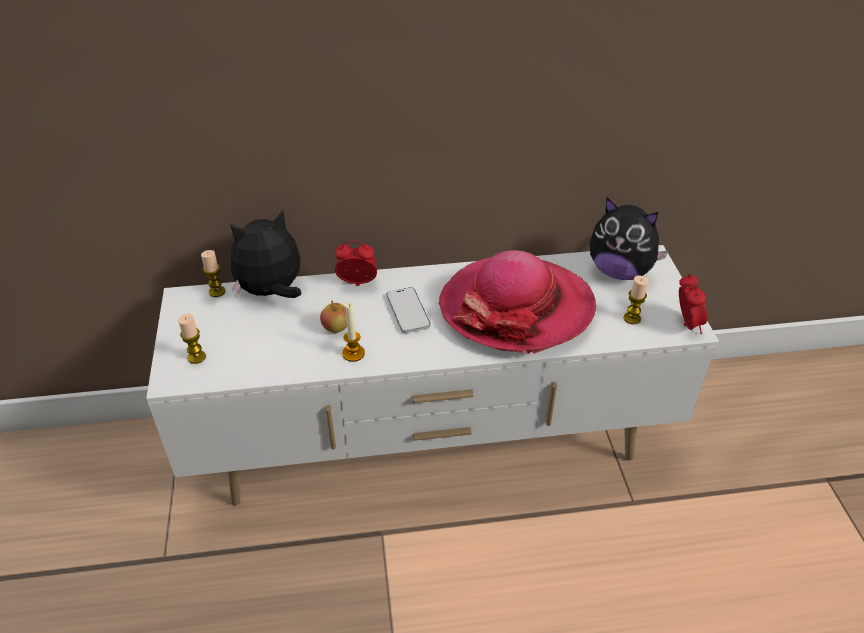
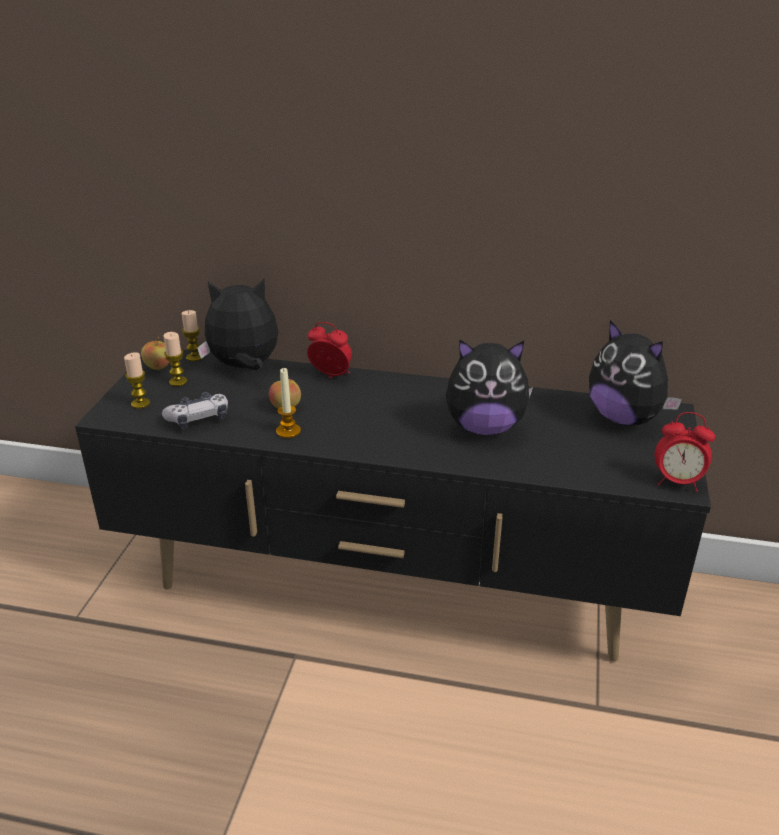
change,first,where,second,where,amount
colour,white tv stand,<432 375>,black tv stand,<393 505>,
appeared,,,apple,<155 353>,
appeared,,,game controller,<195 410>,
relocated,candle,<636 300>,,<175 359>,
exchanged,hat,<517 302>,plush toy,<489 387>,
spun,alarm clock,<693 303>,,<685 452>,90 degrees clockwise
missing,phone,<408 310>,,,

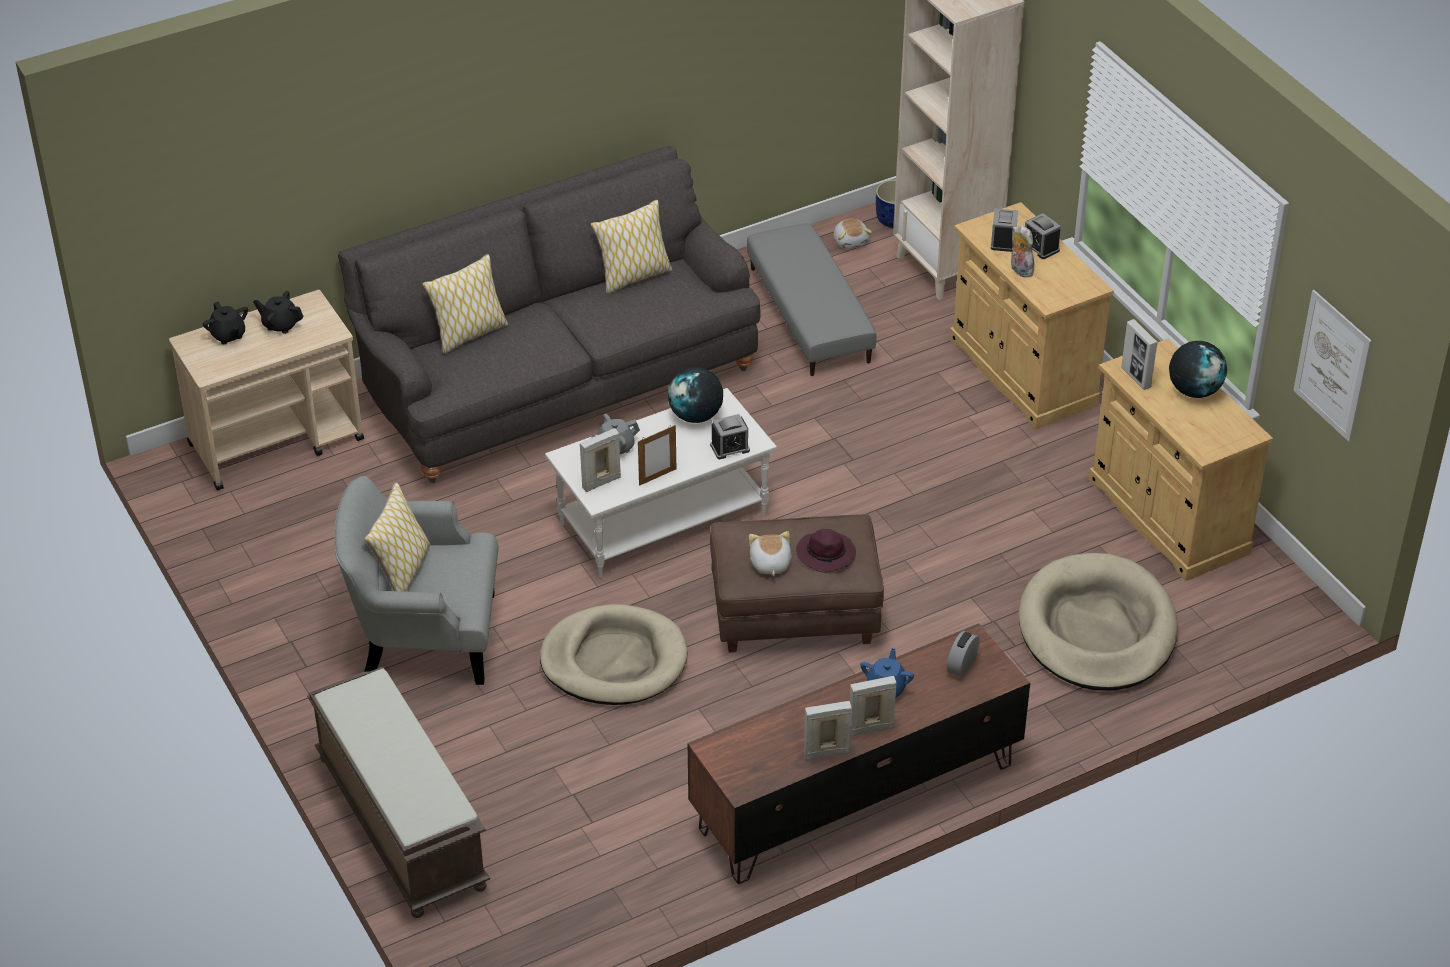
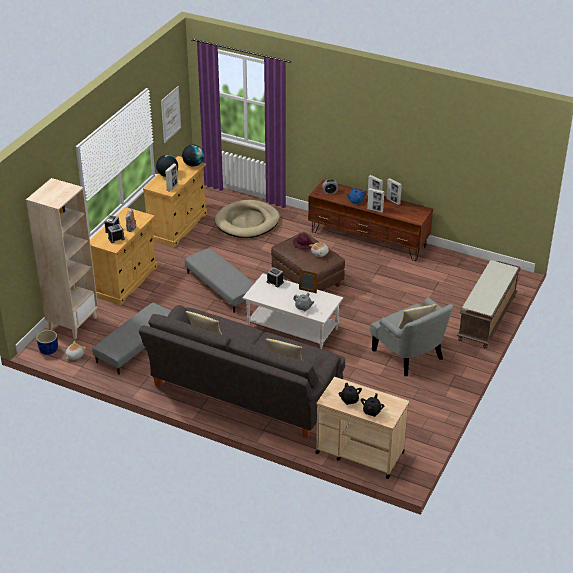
change,first,where,second,where,amount
relocated,globe,<695 395>,,<193 156>,
appeared,,,grey ottoman,<219 280>,
relocated,picture frame,<600 460>,,<376 200>,
missing,beige dog bed,<613 654>,,,

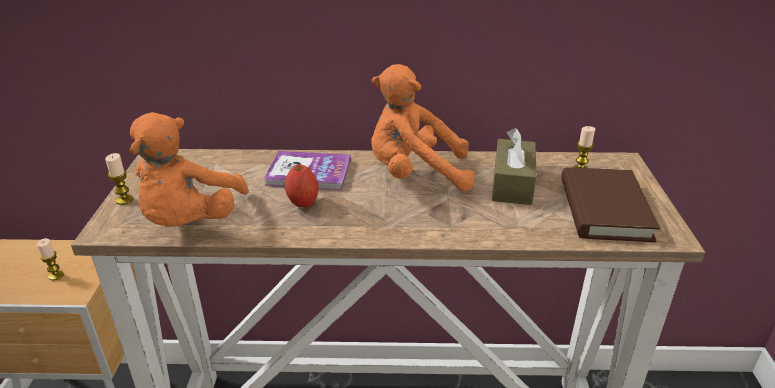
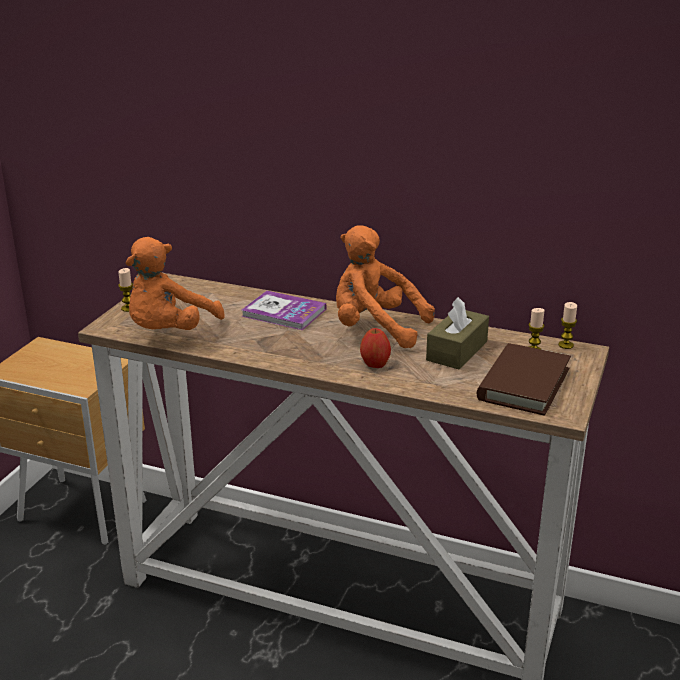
change,first,where,second,where,amount
relocated,apple,<302 186>,,<375 348>,
relocated,candle,<50 259>,,<567 325>,

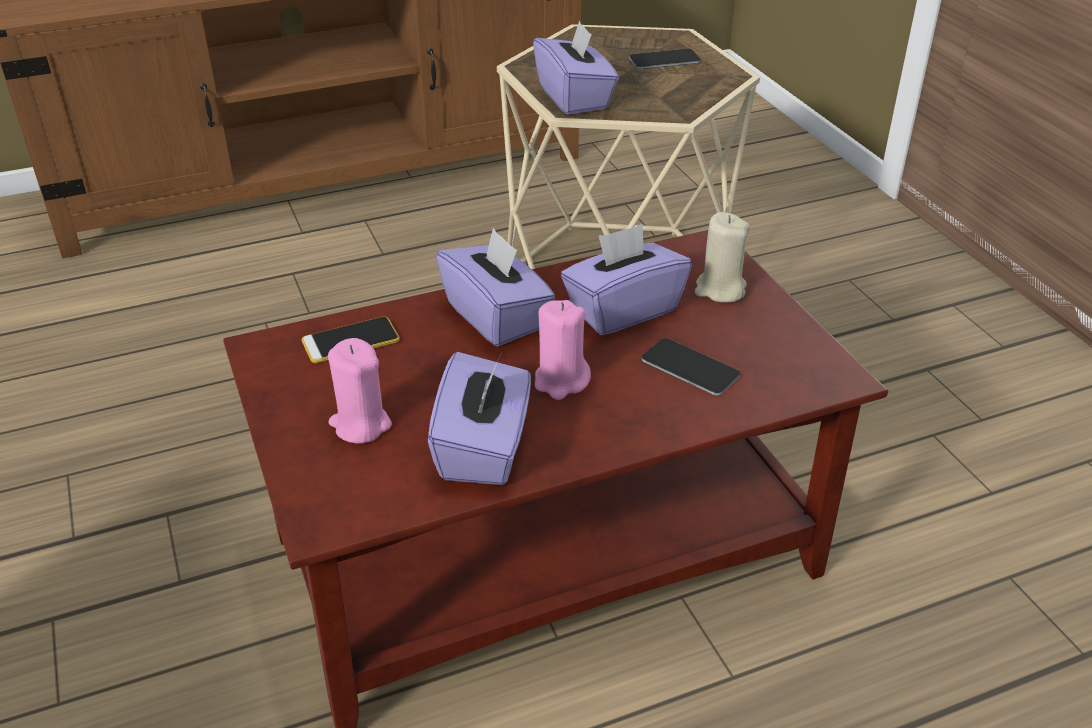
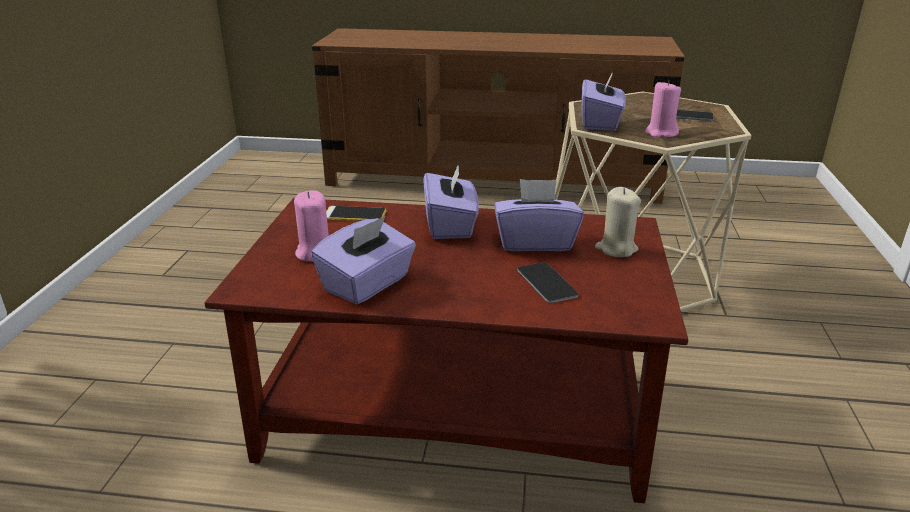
change,first,where,second,where,amount
relocated,pink candle,<562 350>,,<663 109>,

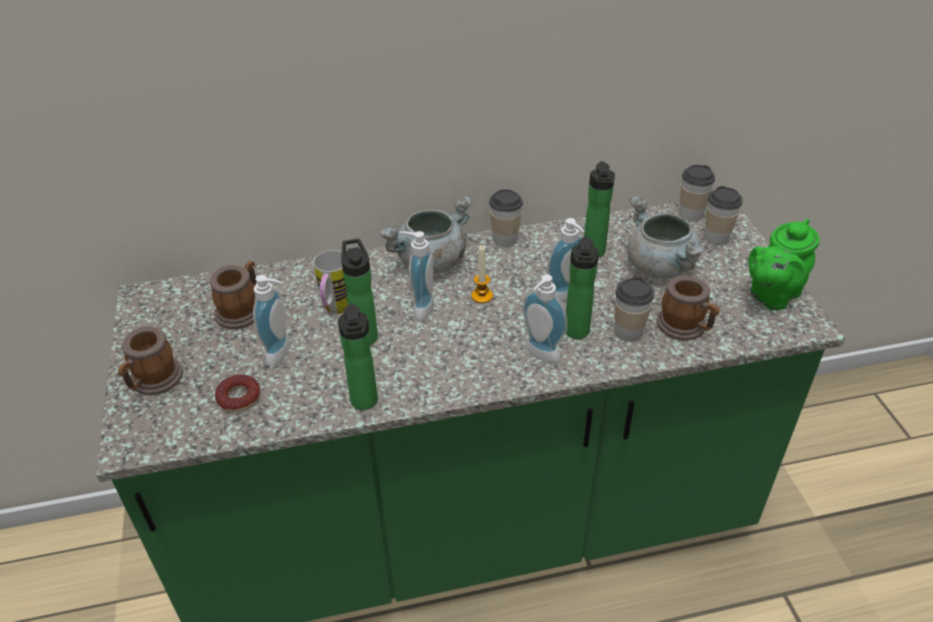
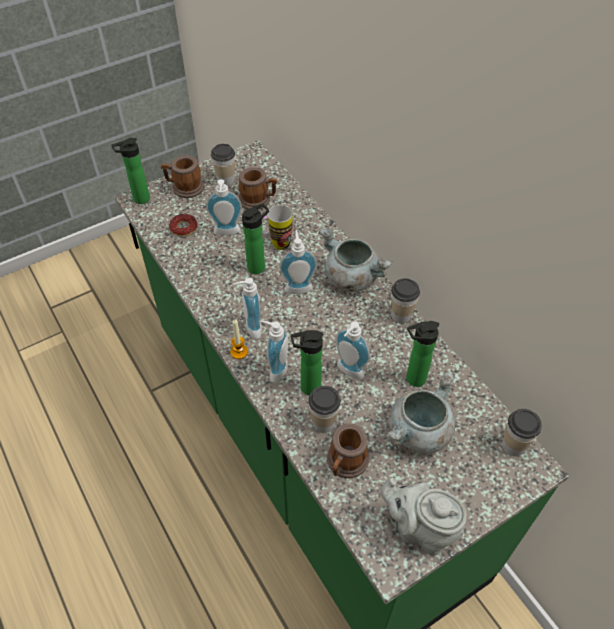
change,first,where,second,where,amount
relocated,bottle,<358 356>,,<130 171>,
relocated,cup,<723 215>,,<223 164>,
relocated,candle,<482 274>,,<239 339>,
appeared,,,soap dispenser,<247 308>,
colour,green teapot,<784 264>,grey teapot,<423 517>,

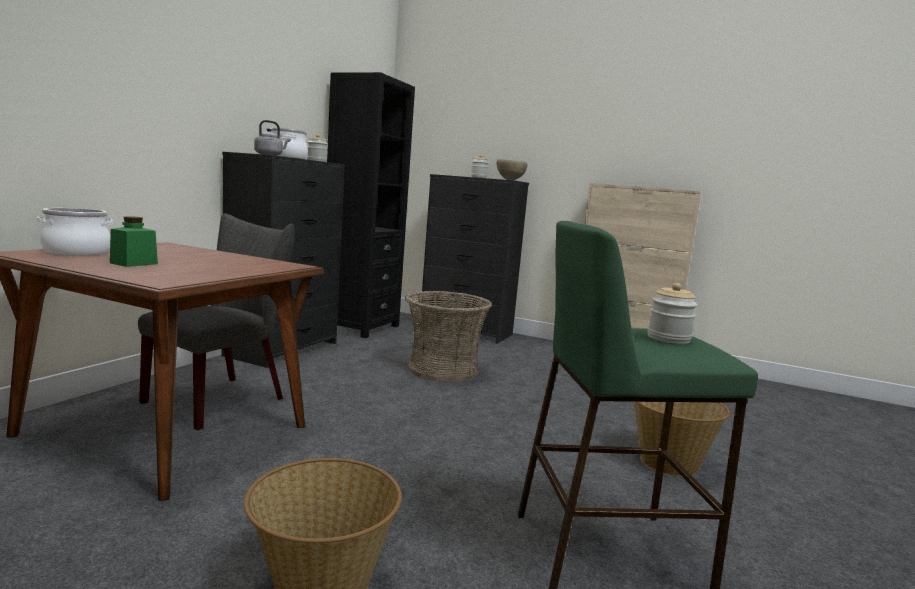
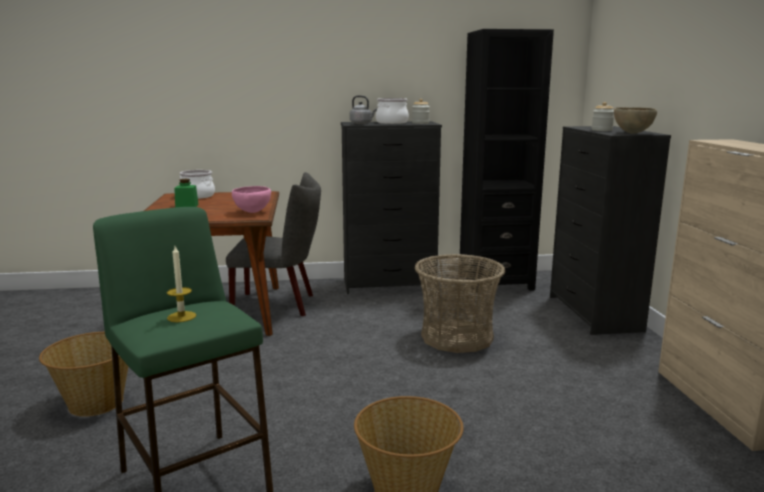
change,first,where,second,where,amount
exchanged,jar,<672 313>,candle,<181 284>,
appeared,,,pink bowl,<251 199>,

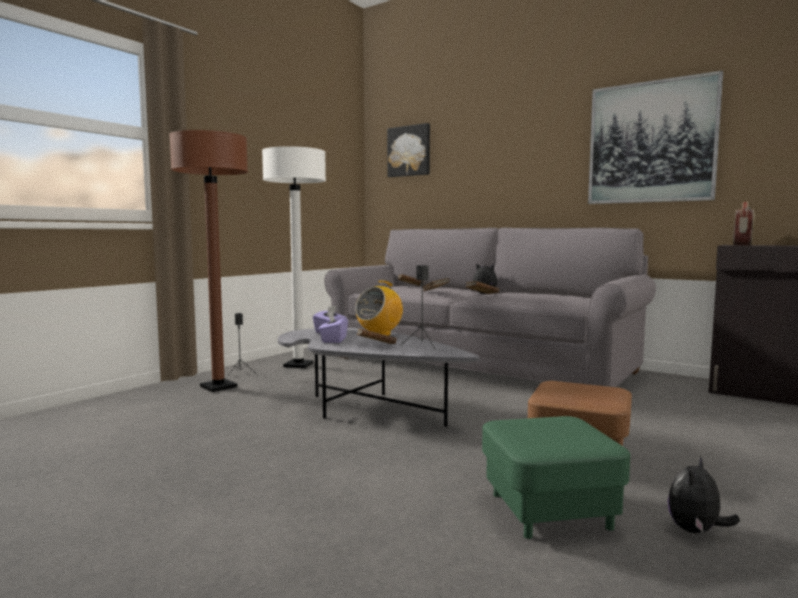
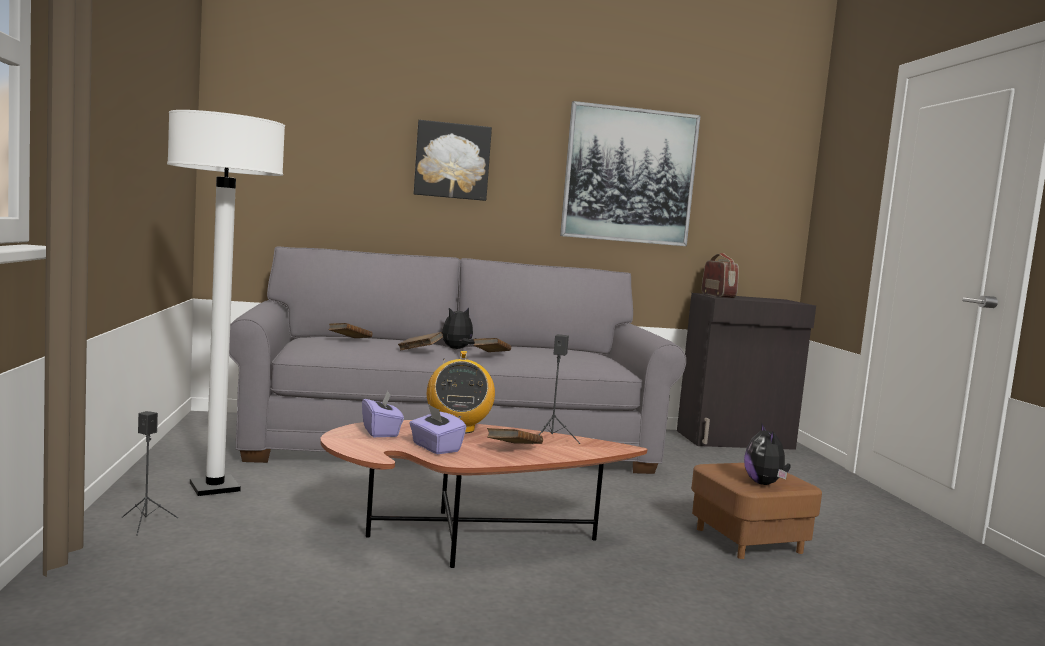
change,first,where,second,where,amount
colour,grey coffee table,<379 377>,brown coffee table,<484 494>,
relocated,picture,<408 150>,,<453 160>,
relocated,plush toy,<704 494>,,<767 454>,
missing,brown floor lamp,<208 261>,,,
missing,green ottoman,<556 477>,,,

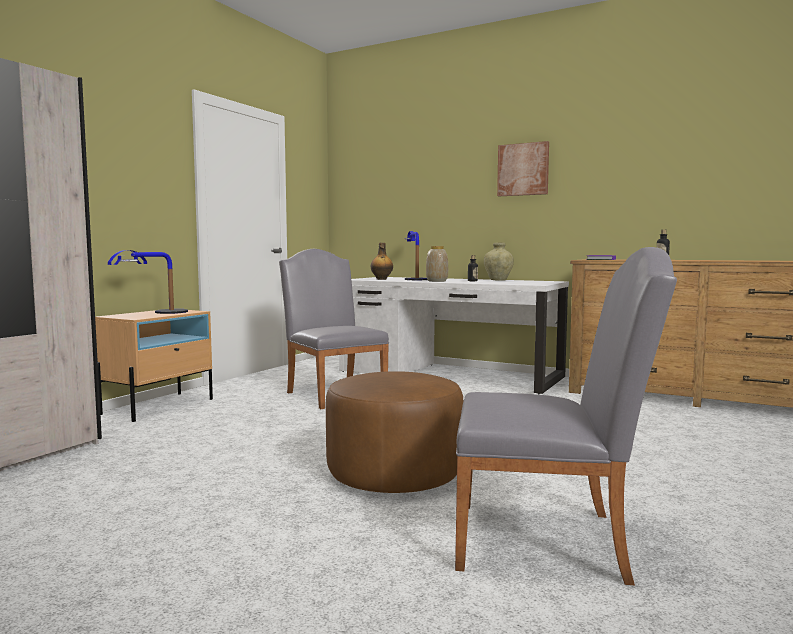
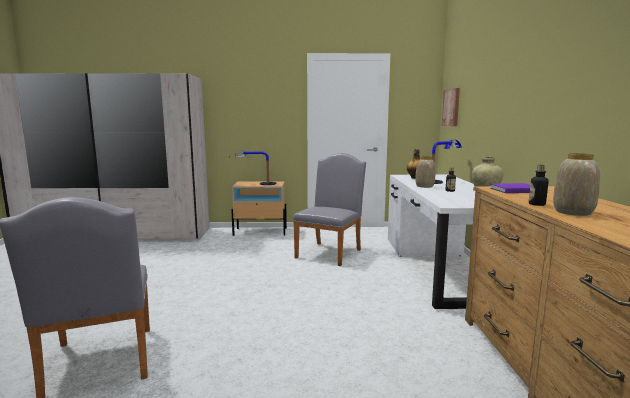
change,first,where,second,where,amount
relocated,picture,<523 168>,,<451 107>,
appeared,,,vase,<576 184>,
missing,brown ottoman,<394 432>,,,

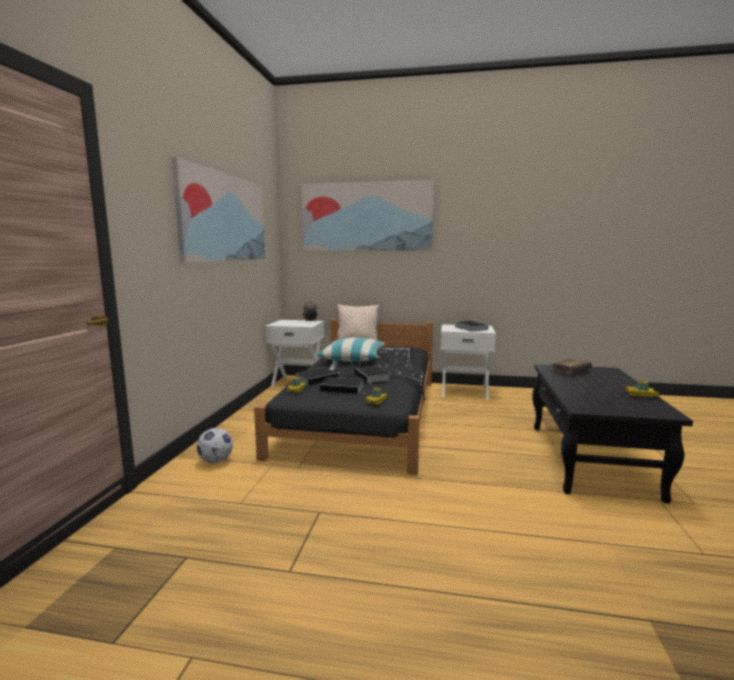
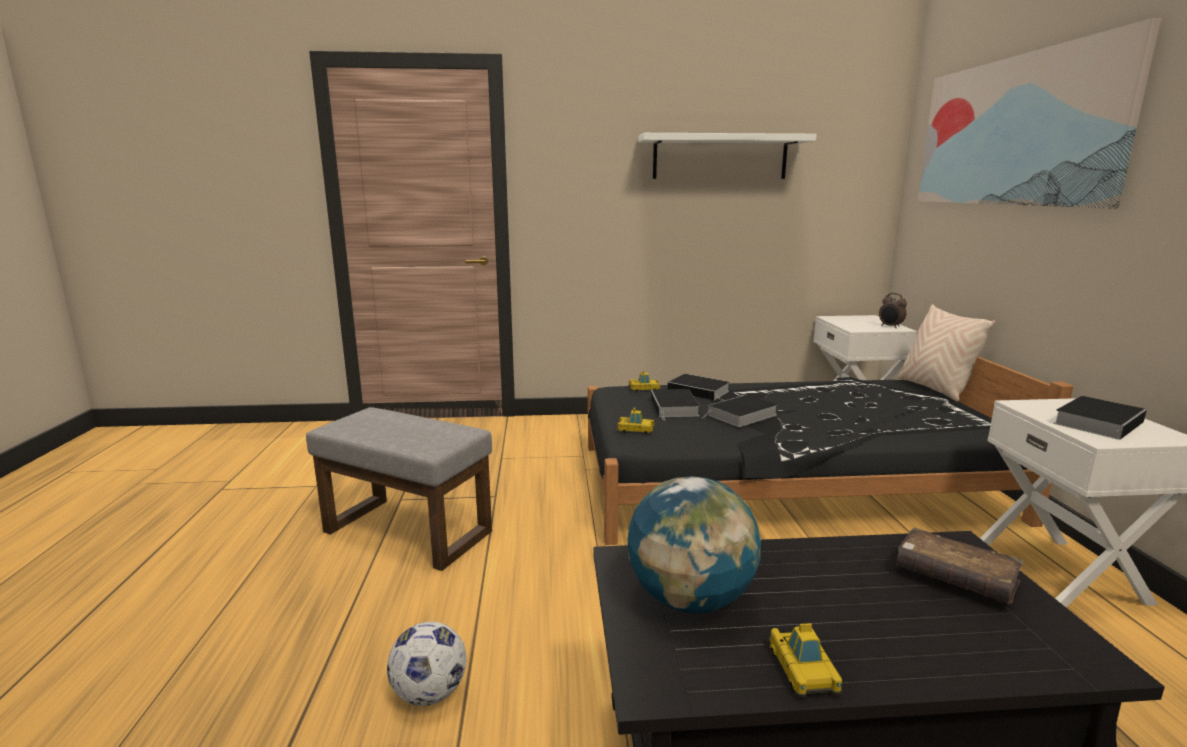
change,first,where,second,where,amount
appeared,,,grey ottoman,<399 489>,
relocated,football,<215 445>,,<426 664>,
appeared,,,globe,<694 545>,
exchanged,picture,<218 209>,white shelf,<727 156>,
missing,pillow,<351 350>,,,

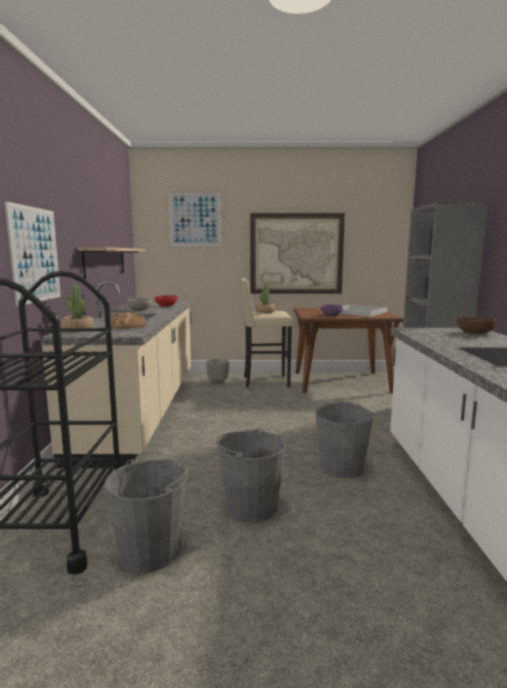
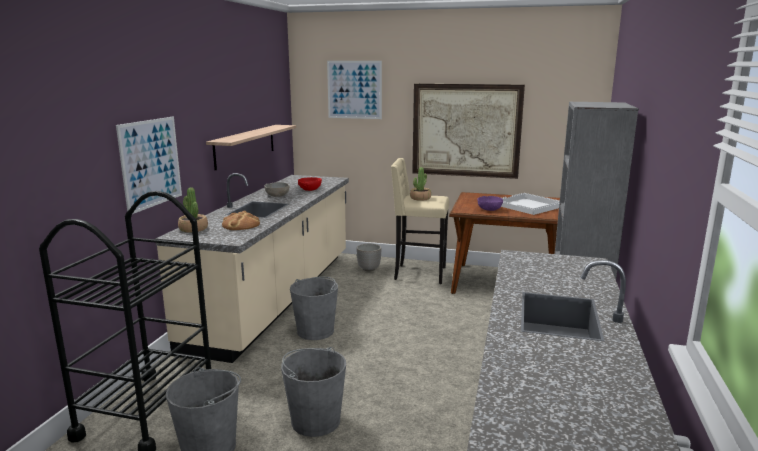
change,first,where,second,where,amount
relocated,grey bucket,<344 440>,,<314 308>,
missing,brown bowl,<476 325>,,,

